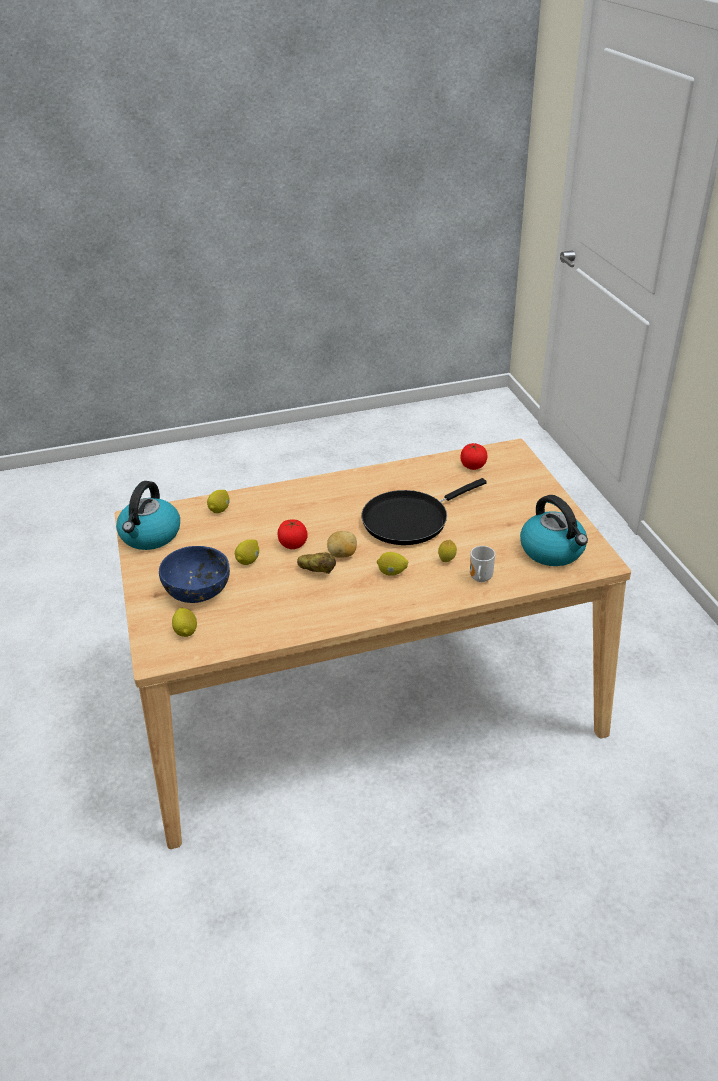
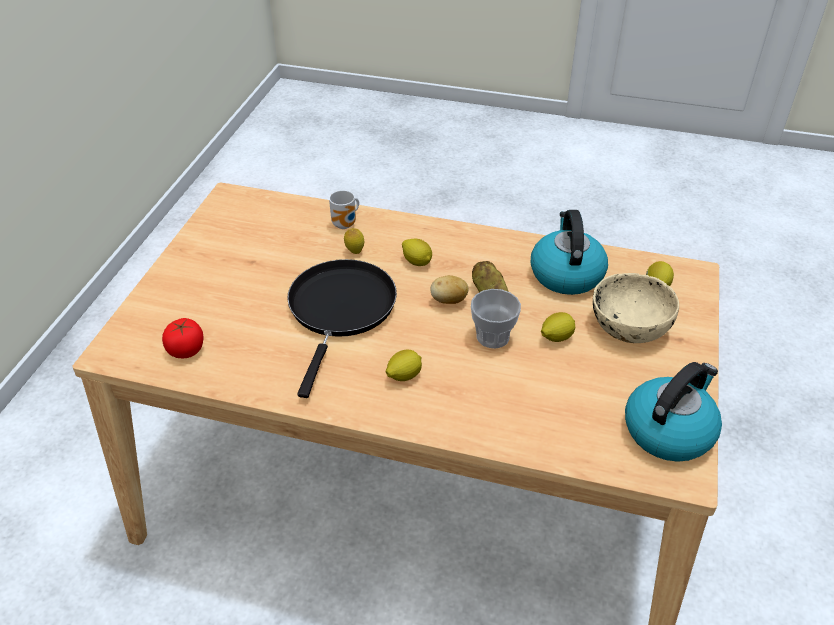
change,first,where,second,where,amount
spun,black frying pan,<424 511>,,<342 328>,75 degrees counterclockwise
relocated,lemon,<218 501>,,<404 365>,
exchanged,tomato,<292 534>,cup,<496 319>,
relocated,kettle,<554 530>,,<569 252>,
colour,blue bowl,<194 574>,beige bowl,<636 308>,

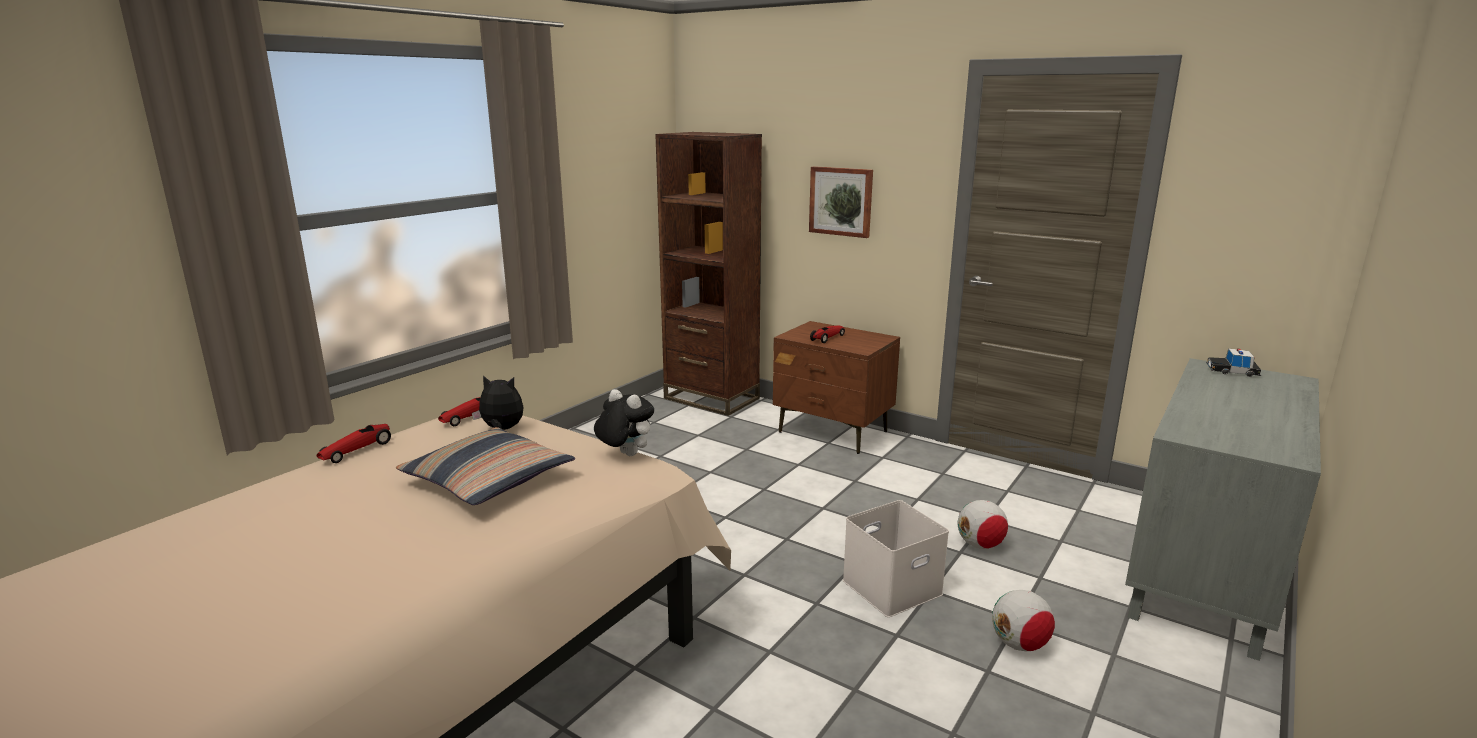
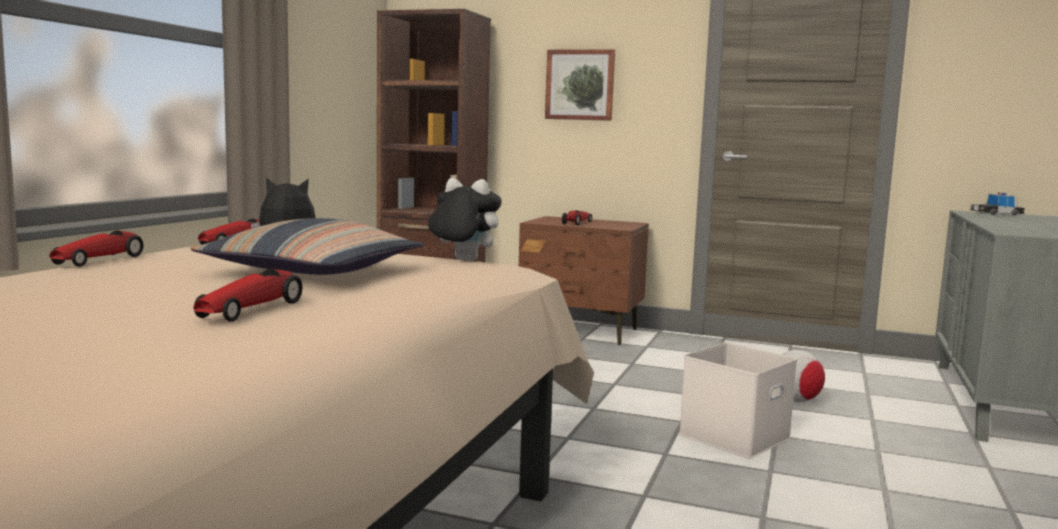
change,first,where,second,where,amount
appeared,,,toy car,<248 295>,
missing,football,<1023 620>,,,

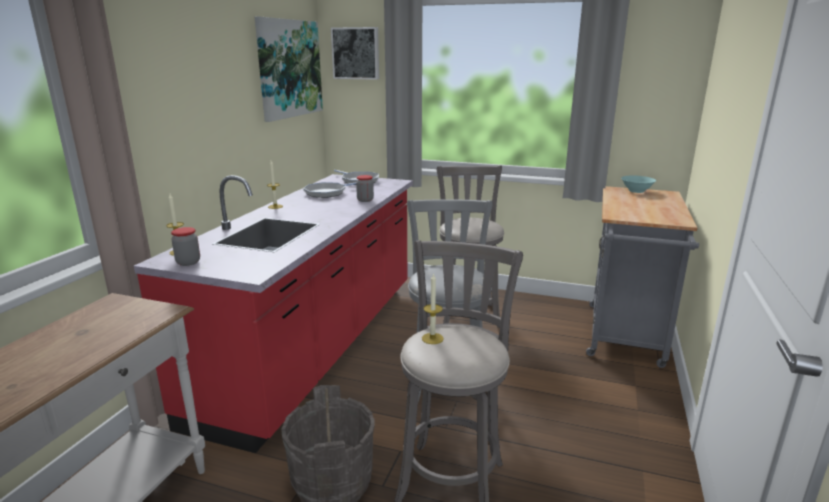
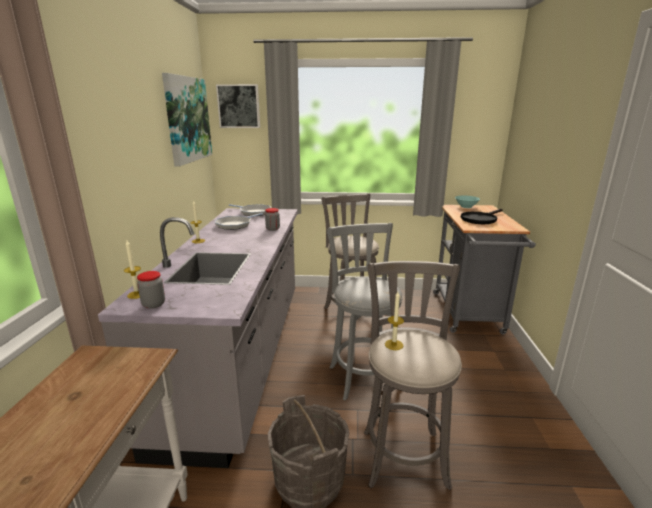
change,first,where,second,where,amount
colour,red counter,<273 313>,grey counter,<198 338>,
appeared,,,black frying pan,<482 216>,

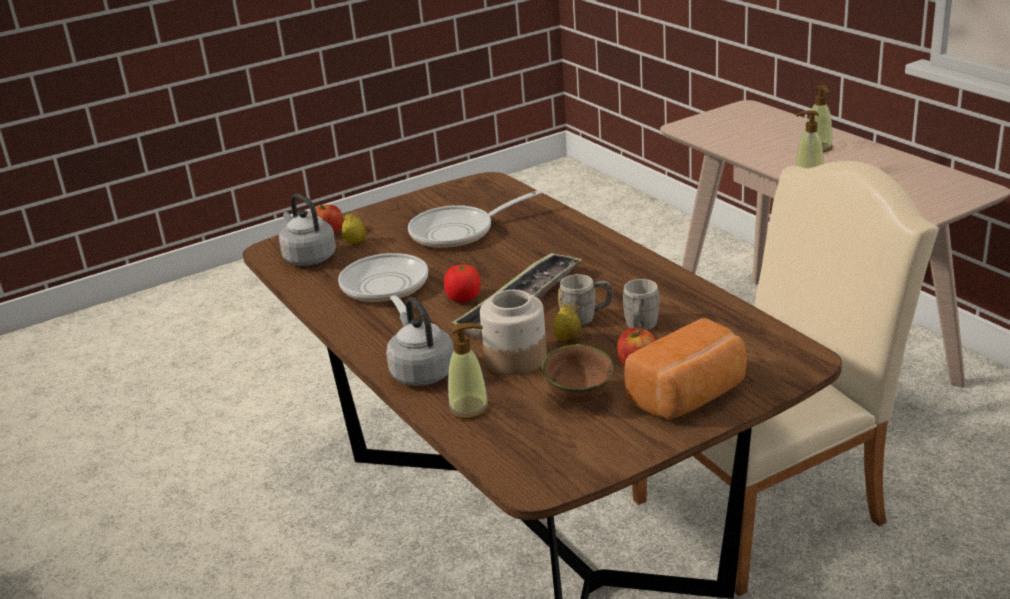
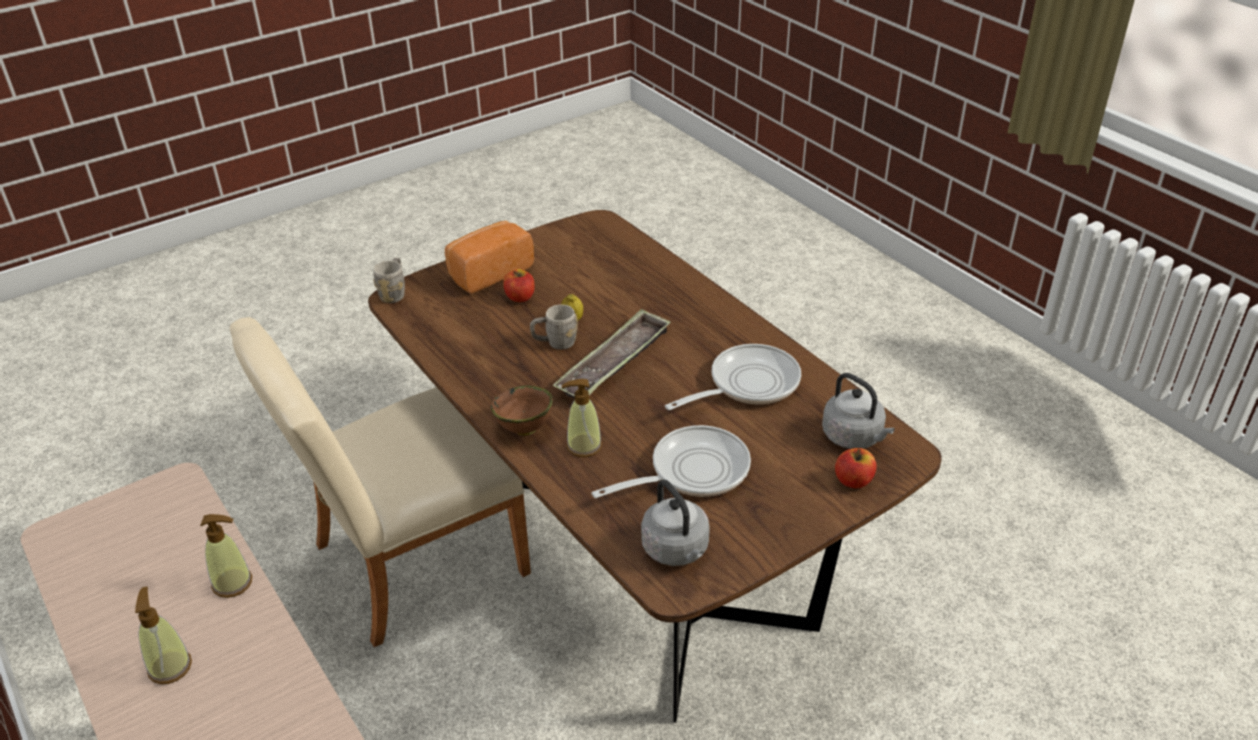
change,first,where,second,where,amount
relocated,grey mug,<641 304>,,<389 280>,
relocated,brown bowl,<578 374>,,<522 410>,
relocated,soap dispenser,<468 371>,,<582 418>,
relocated,grey kettle,<420 341>,,<675 523>,
spun,frying pan,<383 283>,,<733 377>,105 degrees counterclockwise
missing,lemon,<354 229>,,,
missing,tomato,<462 283>,,,
missing,jar,<513 332>,,,

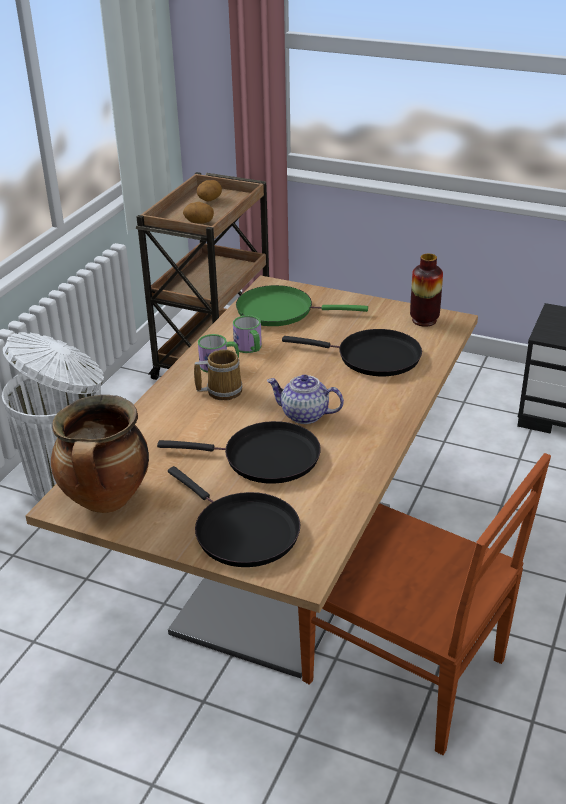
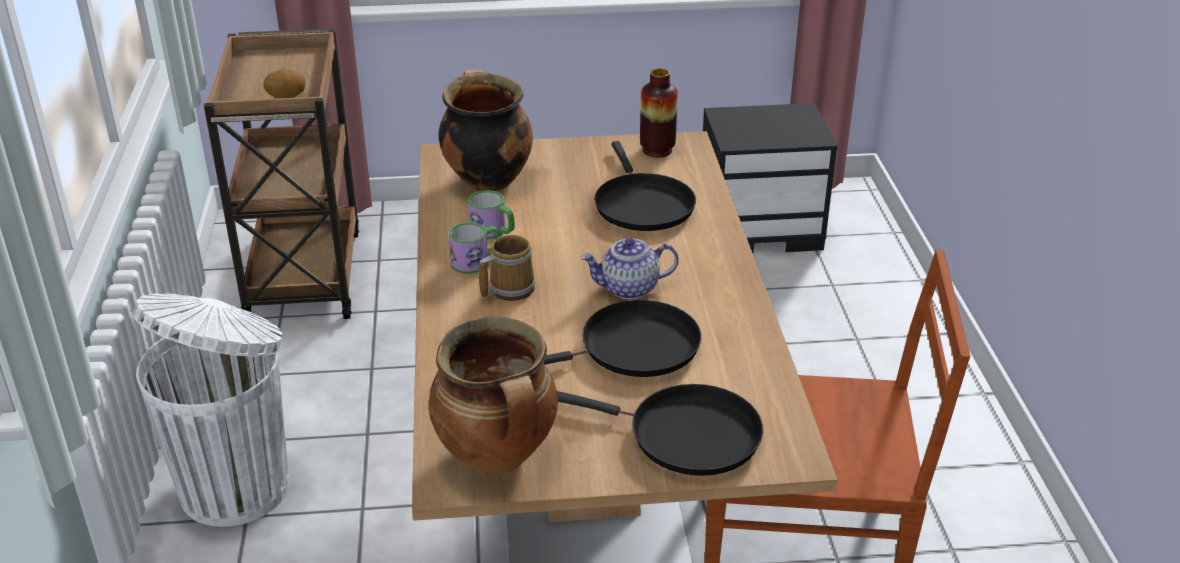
change,first,where,second,where,amount
exchanged,green frying pan,<302 305>,cooking pot,<486 131>,
spun,black frying pan,<352 352>,,<645 186>,90 degrees clockwise
missing,potato,<209 190>,,,

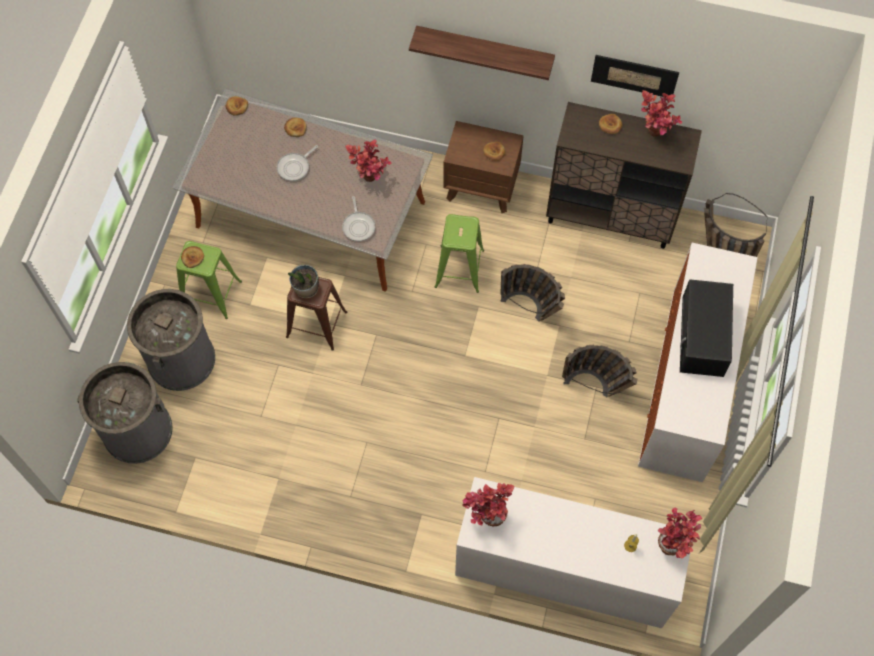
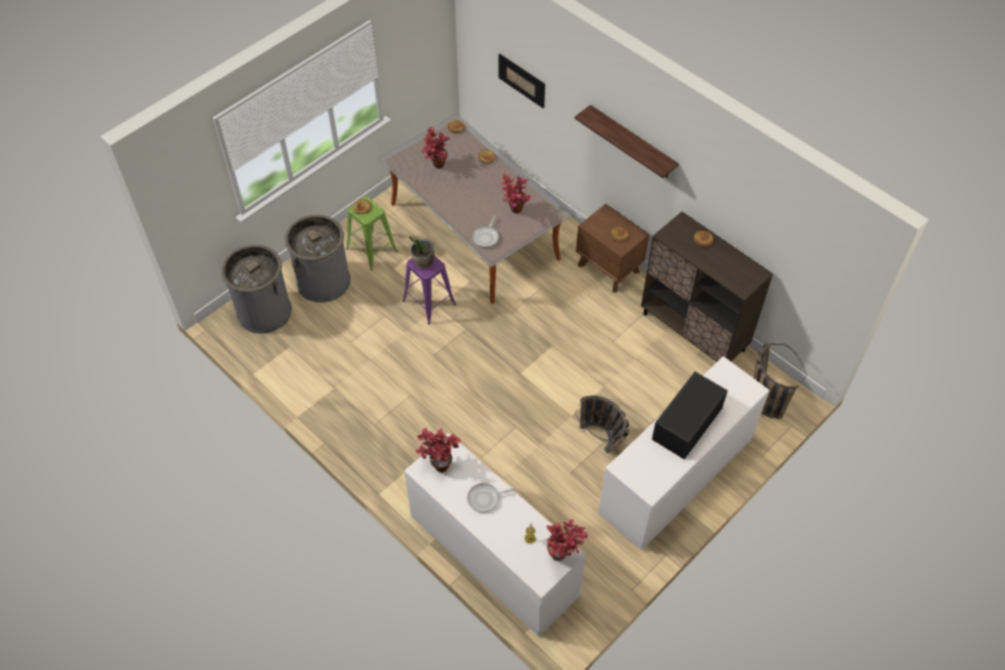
change,first,where,second,where,amount
colour,brown stool,<316 314>,purple stool,<429 290>,
relocated,potted plant,<661 113>,,<435 147>,
relocated,frying pan,<297 163>,,<491 498>,
relocated,picture,<635 76>,,<521 80>,
missing,green stool,<459 253>,,,
missing,basket,<532 293>,,,

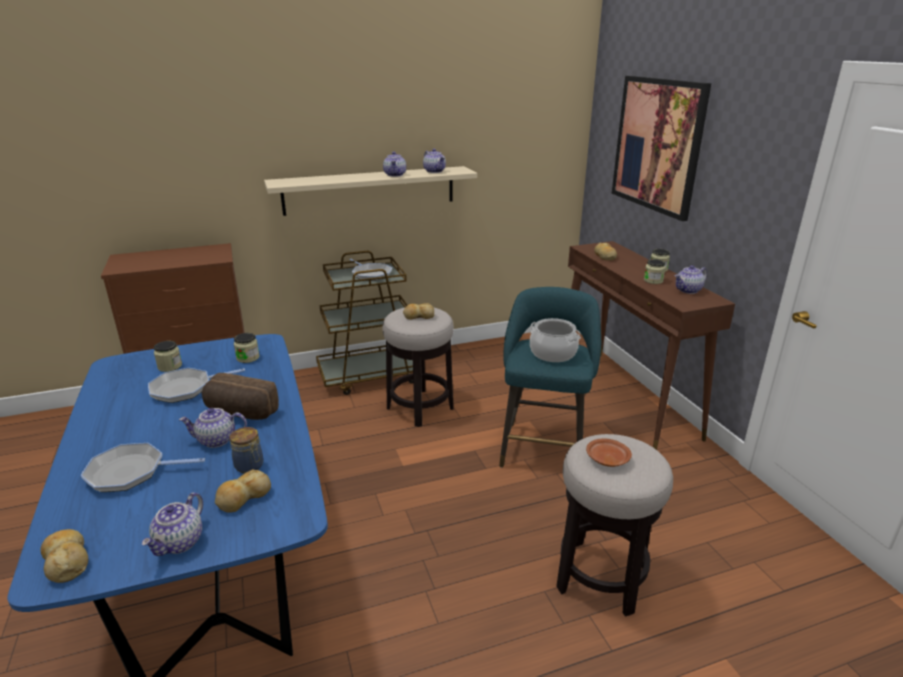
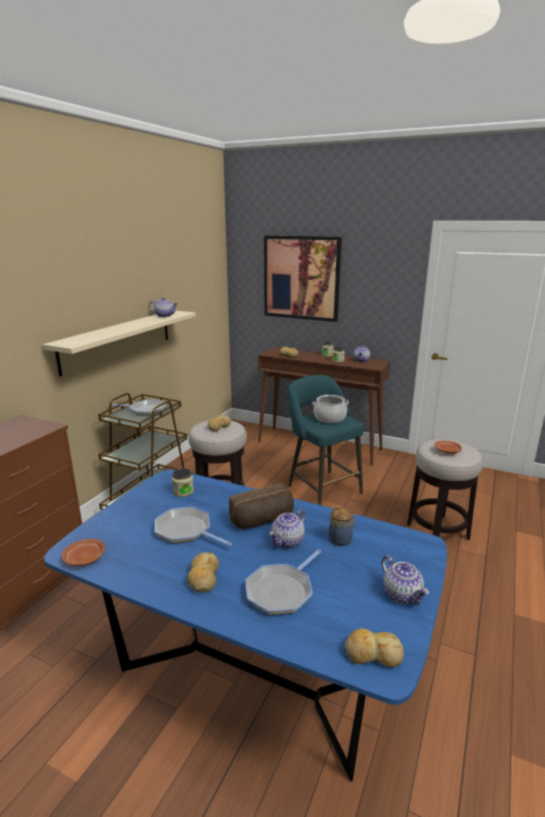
change,first,where,second,where,amount
appeared,,,brown plate,<83 552>,
spun,frying pan,<196 385>,,<193 526>,105 degrees clockwise
relocated,bread,<243 491>,,<203 572>,
missing,jar,<168 356>,,,
missing,teapot,<394 164>,,,

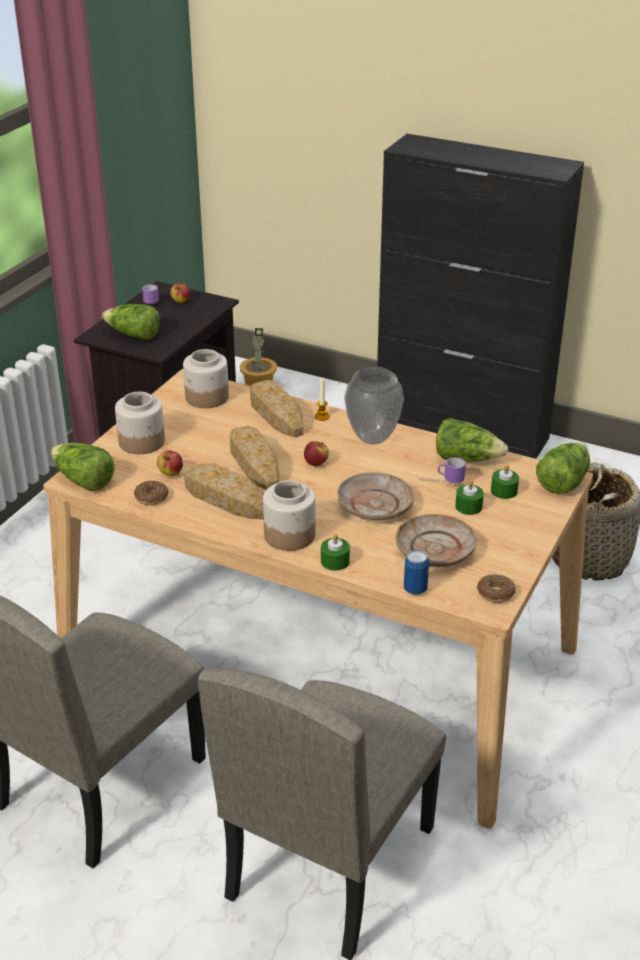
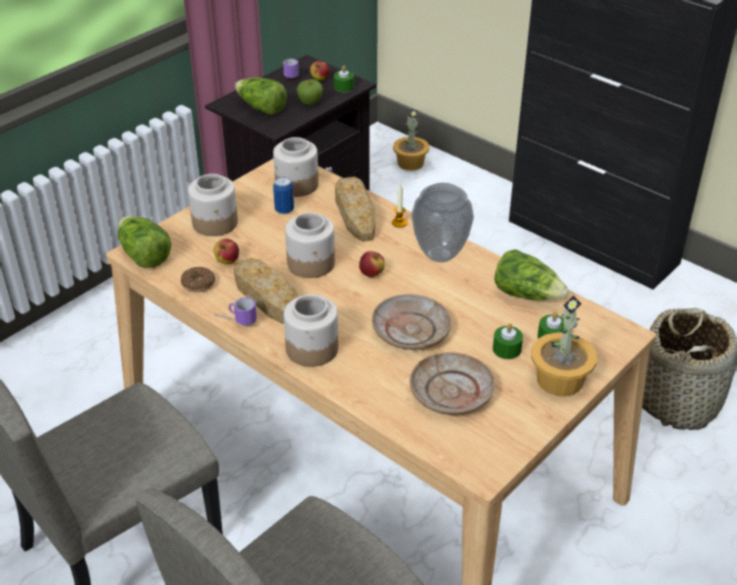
change,first,where,second,where,amount
relocated,mug,<443 470>,,<235 312>,
relocated,can,<416 572>,,<283 195>,
exchanged,bread,<254 458>,jar,<310 245>,
appeared,,,apple,<309 92>,
relocated,green candle,<335 552>,,<344 78>,
appeared,,,potted plant,<564 346>,
missing,donut,<496 588>,,,
missing,lettuce,<563 468>,,,

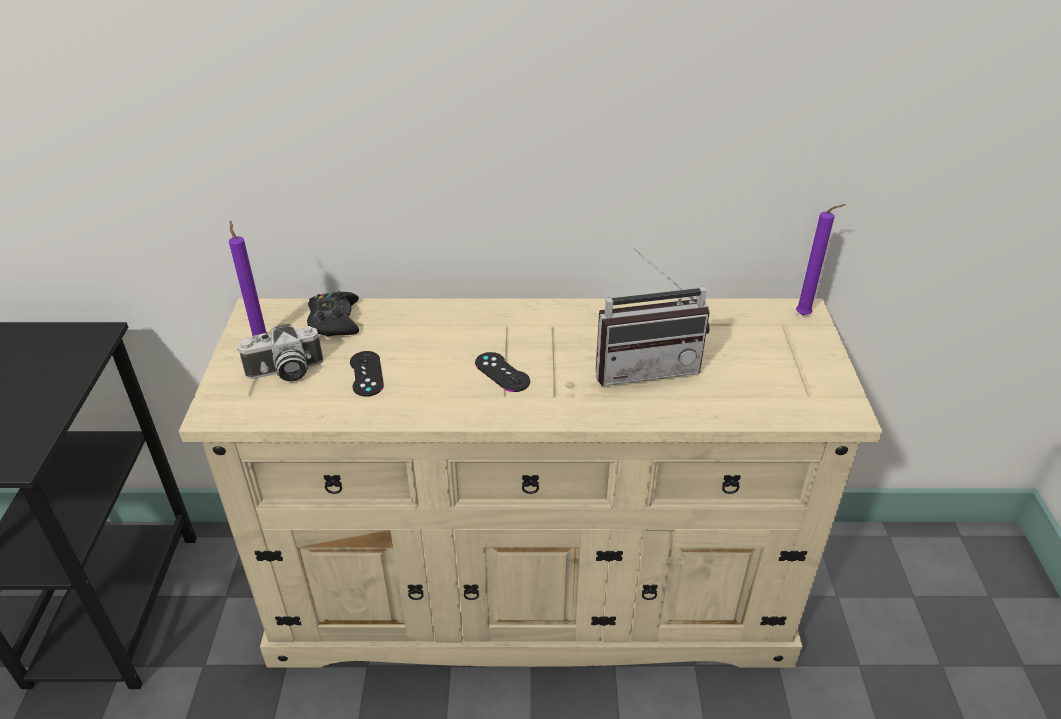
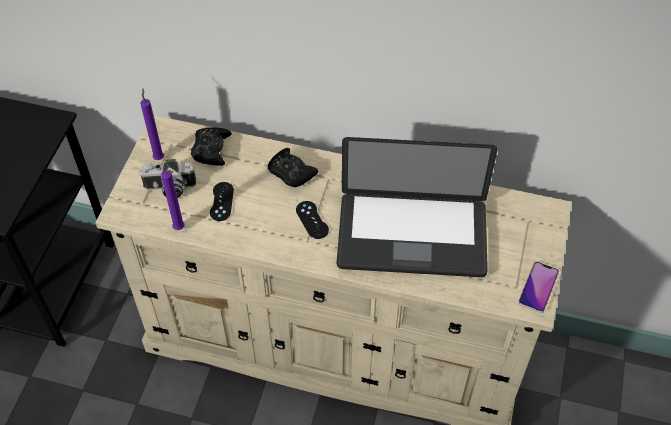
change,first,where,second,where,amount
relocated,purple candle,<821 259>,,<173 200>,
appeared,,,black game controller,<293 167>,
exchanged,radio,<653 317>,laptop,<417 207>,
appeared,,,phone,<538 287>,

